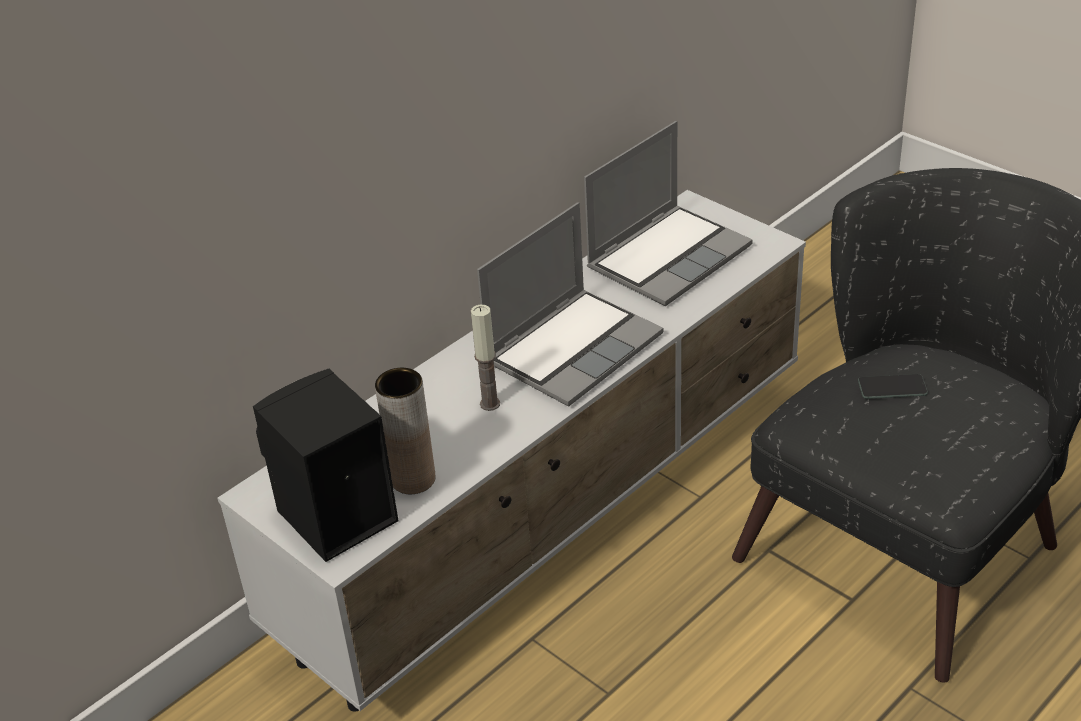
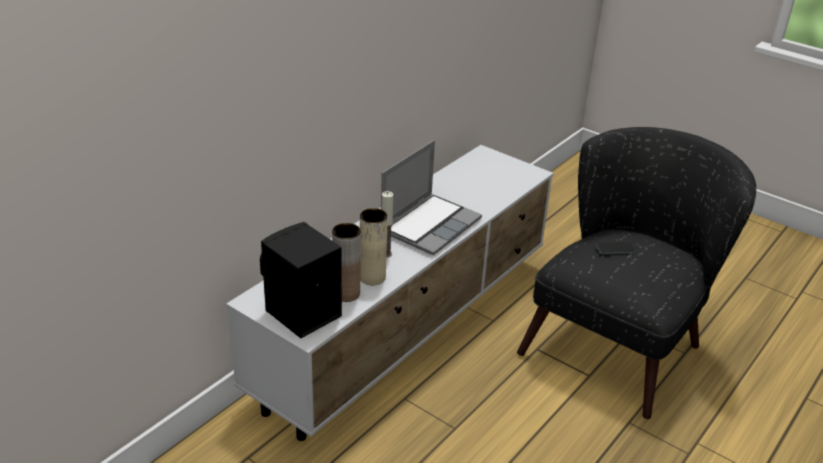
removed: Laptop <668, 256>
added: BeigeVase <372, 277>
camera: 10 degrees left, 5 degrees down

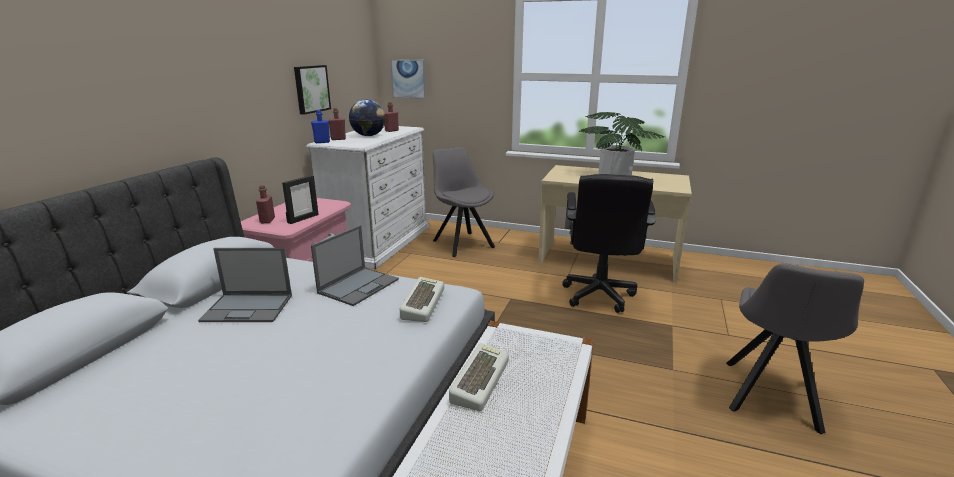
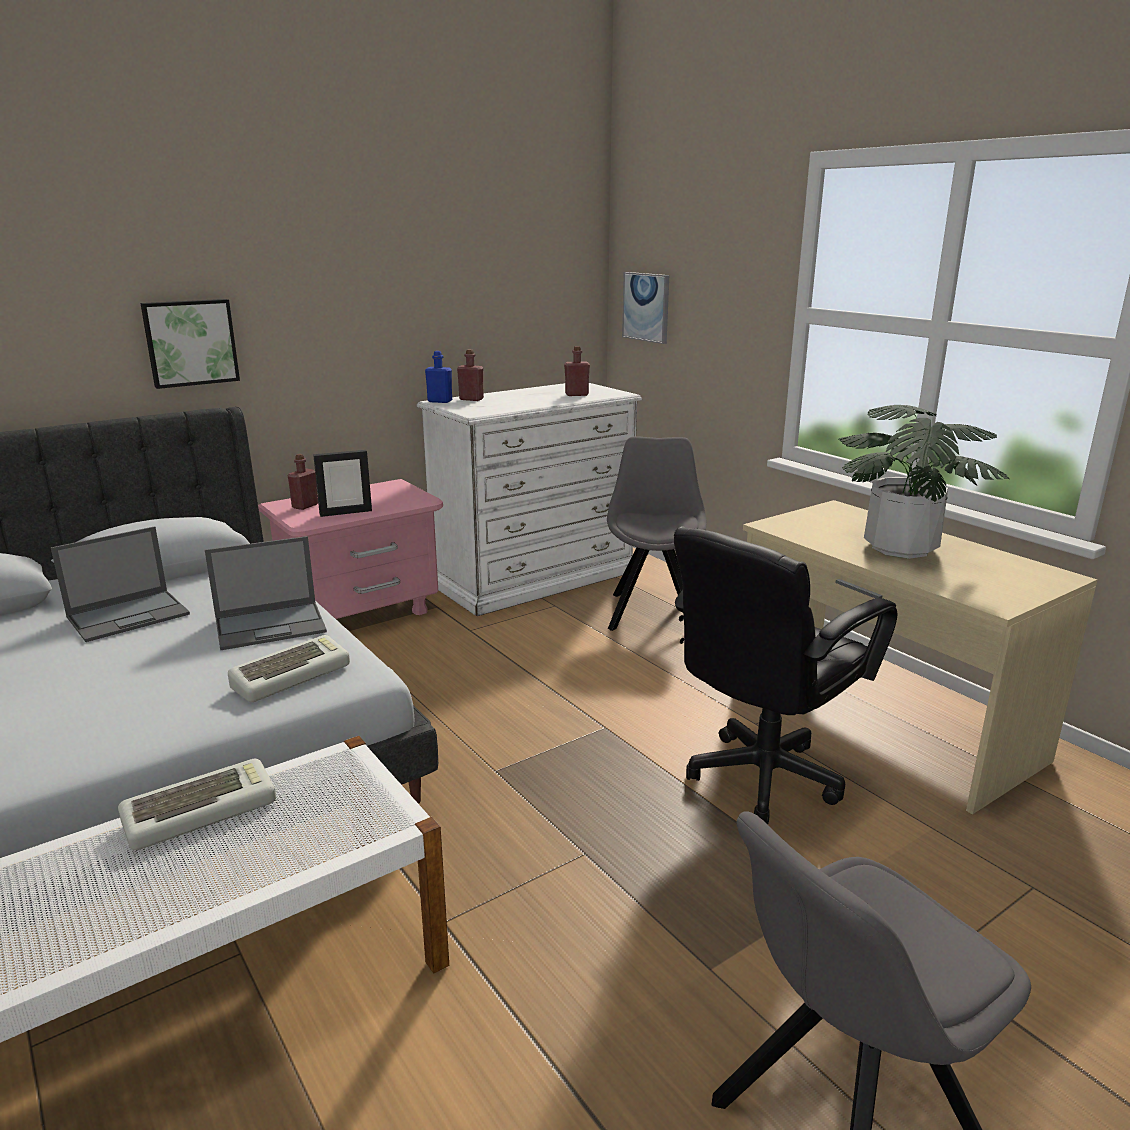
removed: Globe <368, 136>
moved: Picture <311, 89> to <190, 342>
turned: Laptop <249, 308> = <129, 615> 75 degrees counterclockwise
camera: 35 degrees right, 0 degrees up

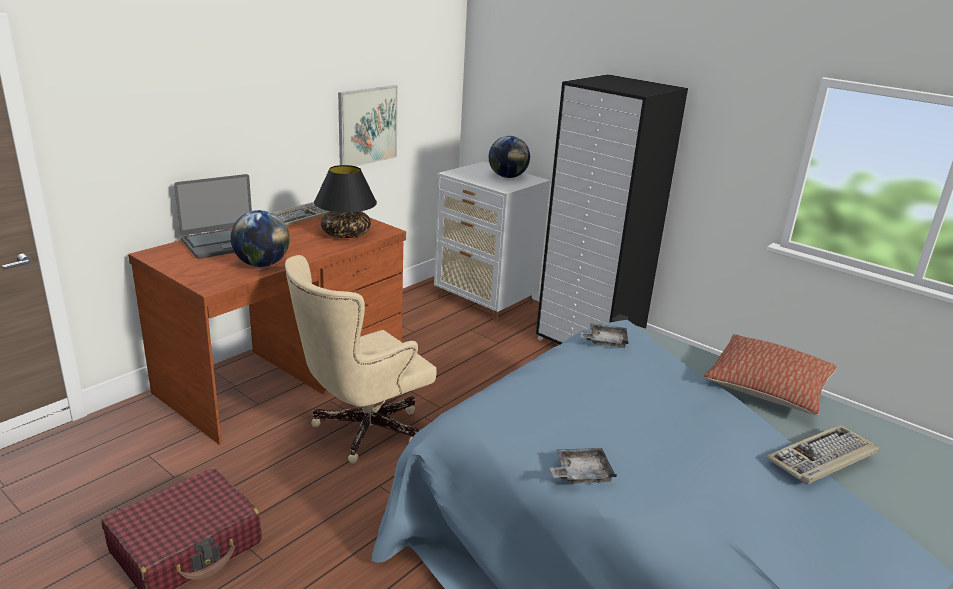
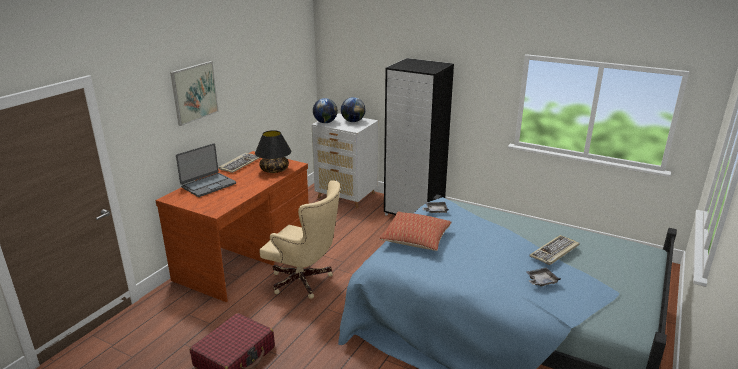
moved: Globe <261, 264> to <325, 122>; Picture <367, 126> to <194, 92>; GreyTray <581, 473> to <541, 281>; Pillow <767, 388> to <415, 239>
turned: BeigeOfficeChair <362, 432> = <304, 282> 105 degrees counterclockwise
camera: 10 degrees left, 0 degrees up

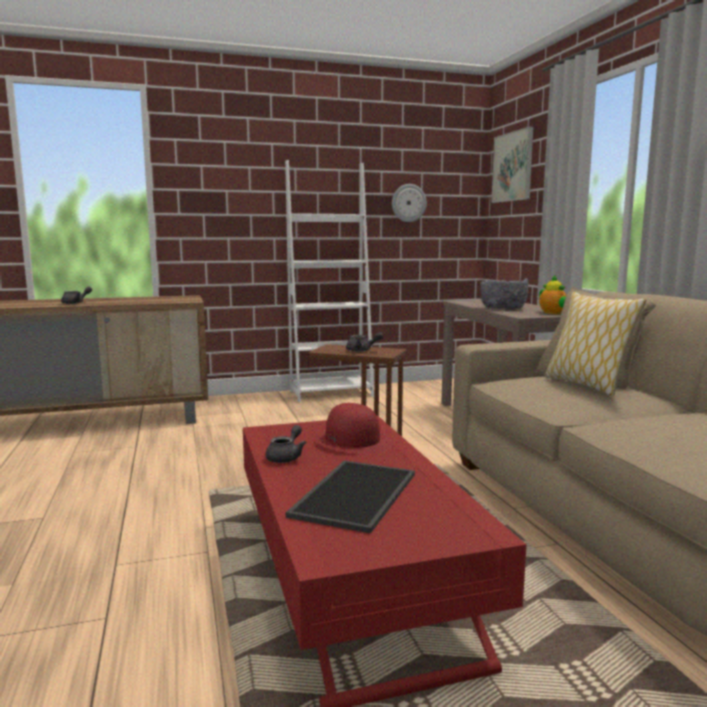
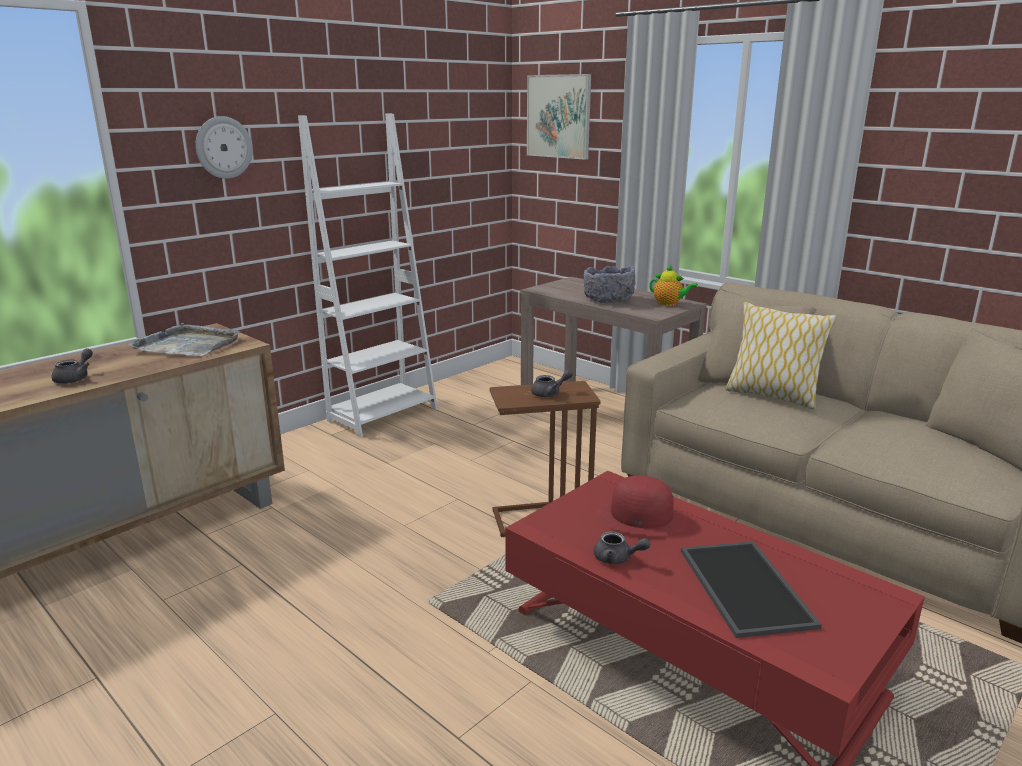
added: GreyTray <188, 345>
moved: WallClock <408, 203> to <223, 147>
turned: GreyTeapot <286, 457> = <617, 559> 120 degrees clockwise
camera: 30 degrees left, 10 degrees up

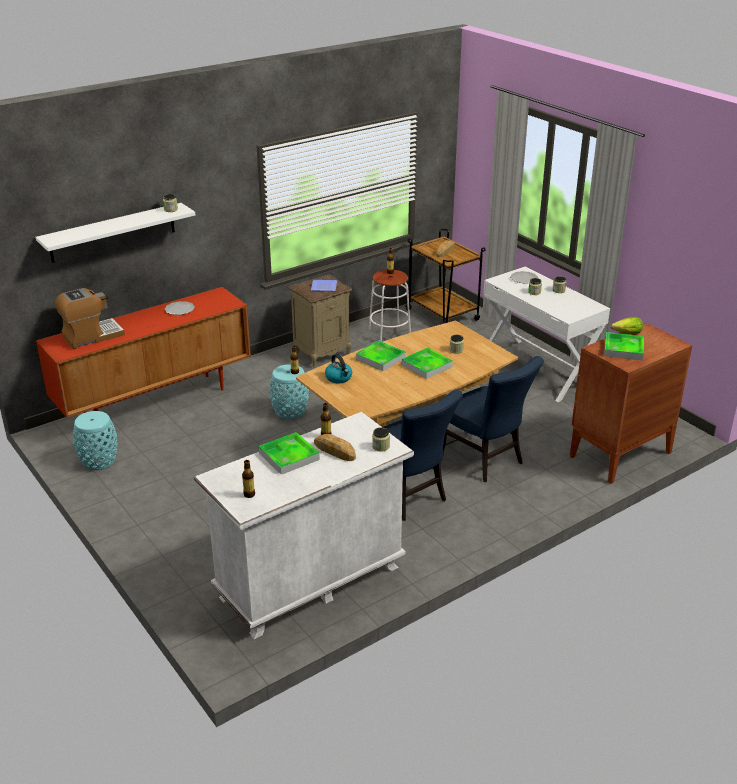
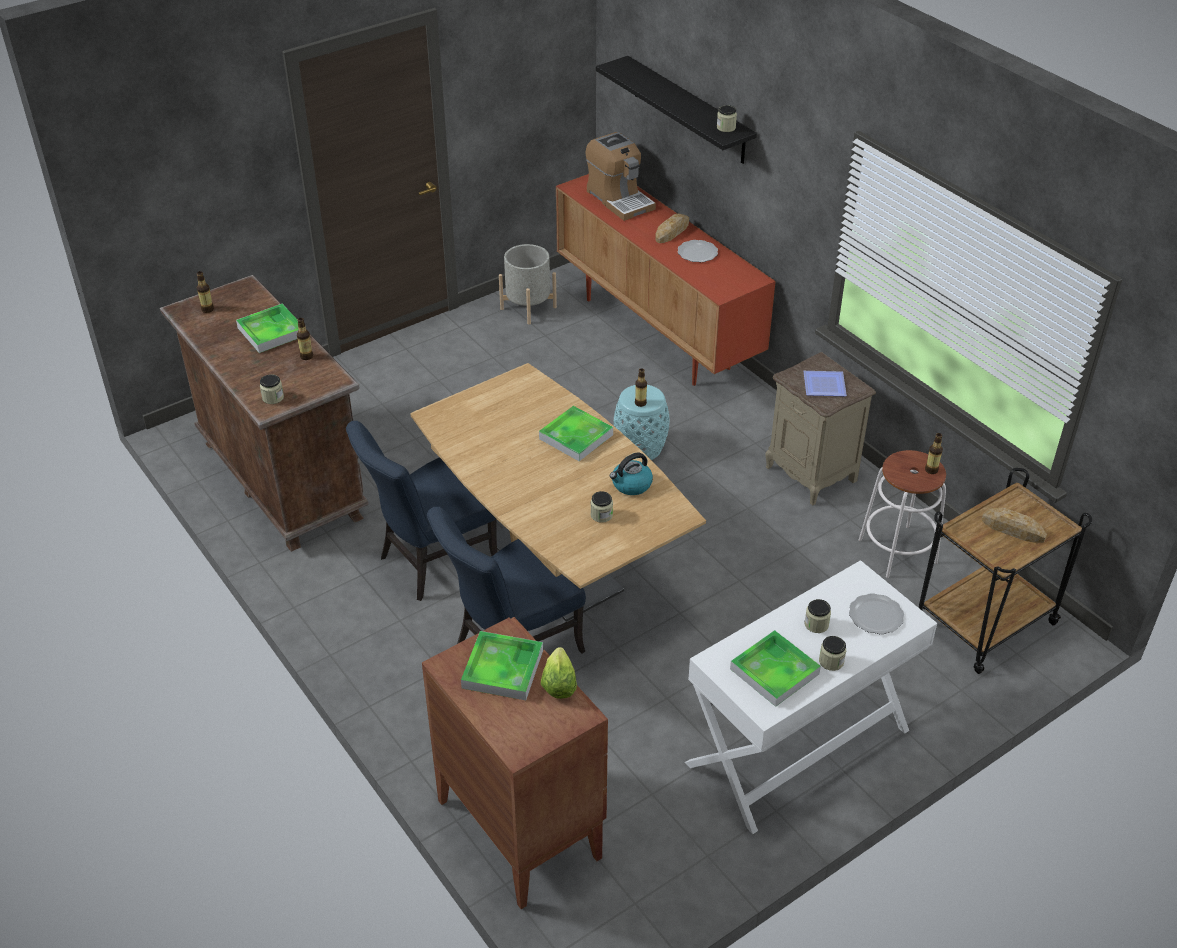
moved: Bread <335, 450> to <672, 231>; Kettle <339, 378> to <631, 485>; Tray <427, 365> to <774, 671>
replaced: TurquoiseStool <99, 461> to GreyPlanter <528, 308>
recoloured: WhiteShelf <113, 232> to BlackShelf <688, 110>; WhiteDresser <310, 582> to BrownDresser <282, 479>
camera: 90 degrees right, 10 degrees up

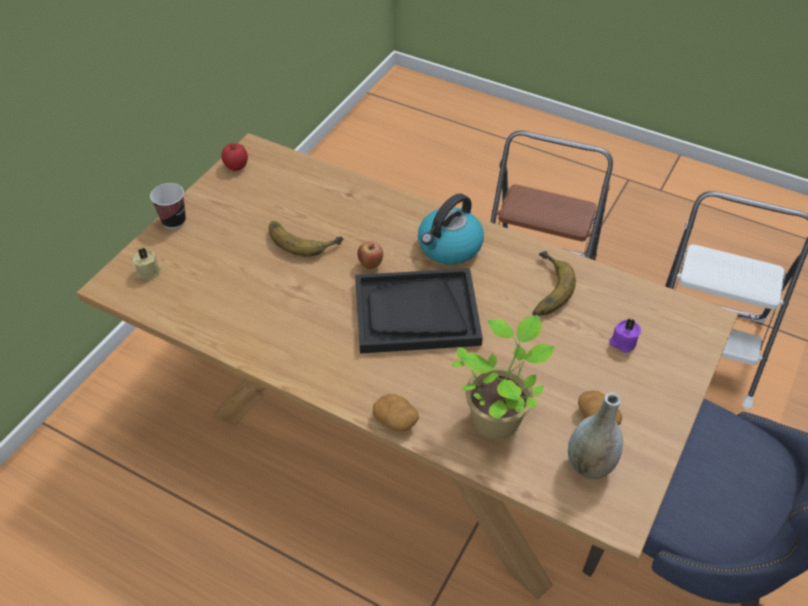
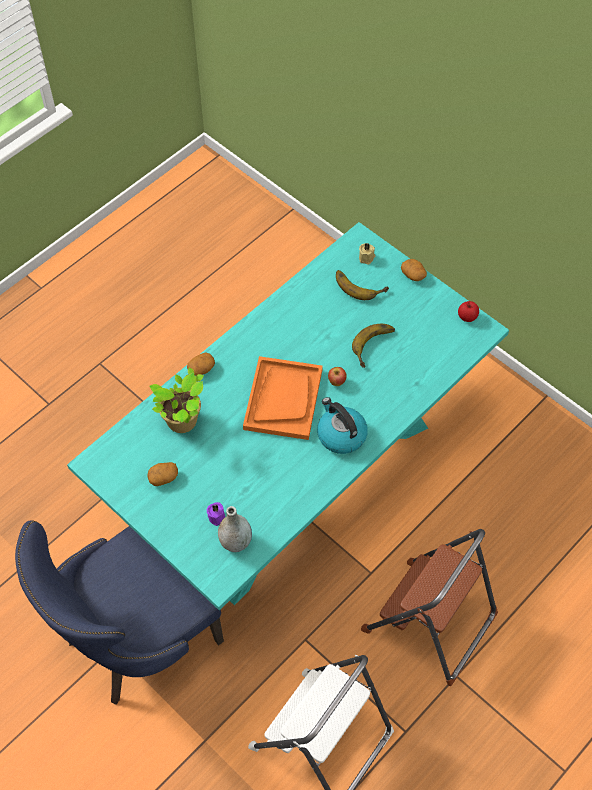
moved: Banana <542, 288> to <359, 284>; GreyVase <589, 465> to <235, 542>
replaced: Cup <174, 221> to Potato <413, 275>
recoloured: BrownDiningTable <402, 440> to TurquoiseDiningTable <295, 474>; BlackTray <416, 313> to OrangeTray <283, 399>
camera: 105 degrees right, 10 degrees up

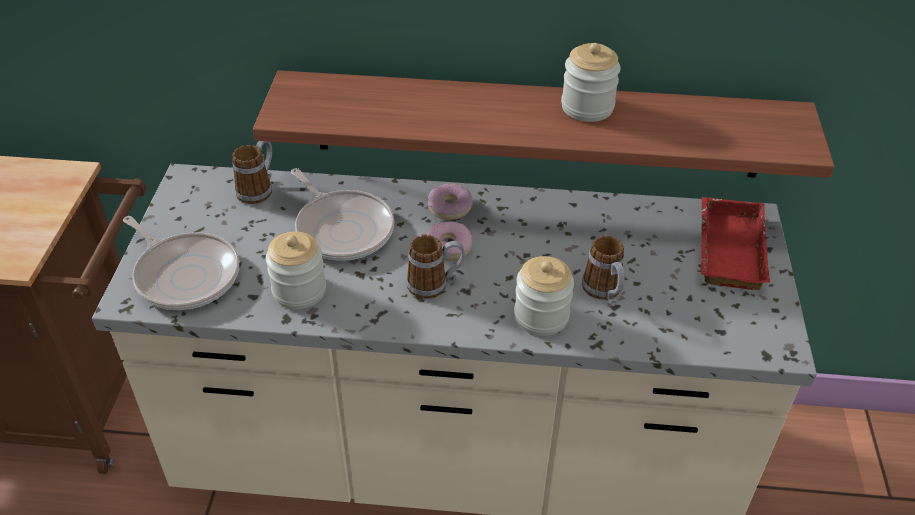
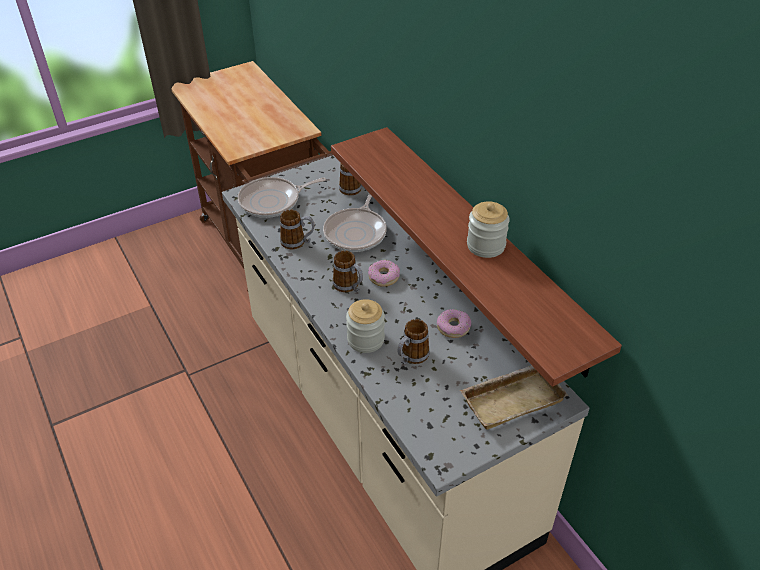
moved: Donut <449, 207> to <453, 327>
replaced: Jar <299, 291> to Mug <298, 242>
recoloured: RedTray <726, 248> to BeigeTray <512, 398>
turned: FryingPan <185, 274> = <273, 201> 60 degrees clockwise
camera: 55 degrees right, 0 degrees up

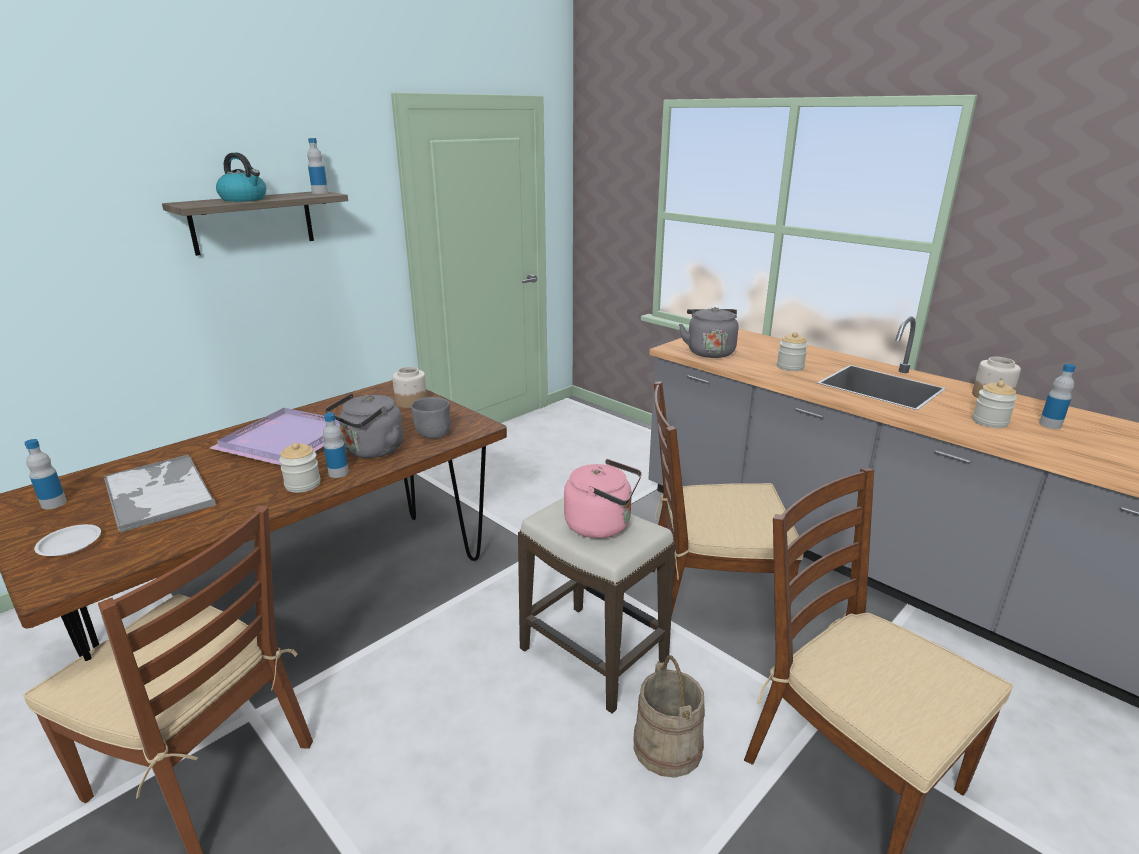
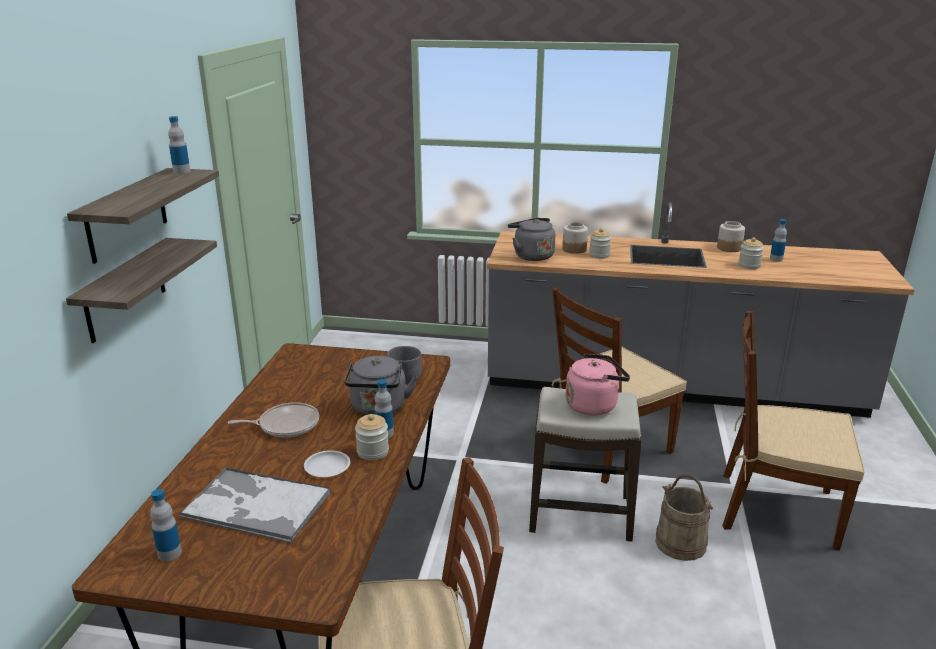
removed: Kettle <244, 199>
added: Shelf <125, 290>
moved: WhitePlate <70, 544> to <327, 467>; Jar <411, 402> to <574, 249>
replaced: PurpleTray <287, 439> to FryingPan <286, 425>
camera: 35 degrees left, 0 degrees up

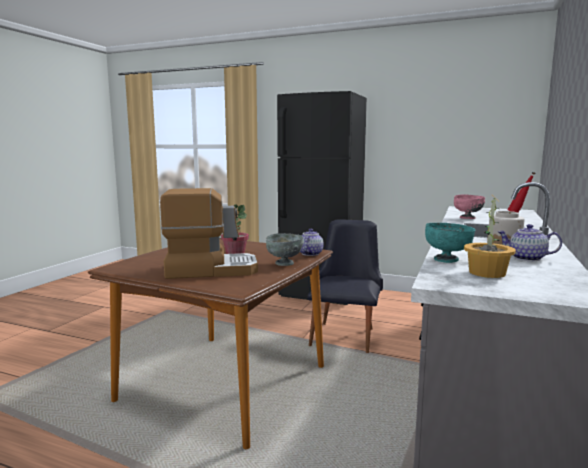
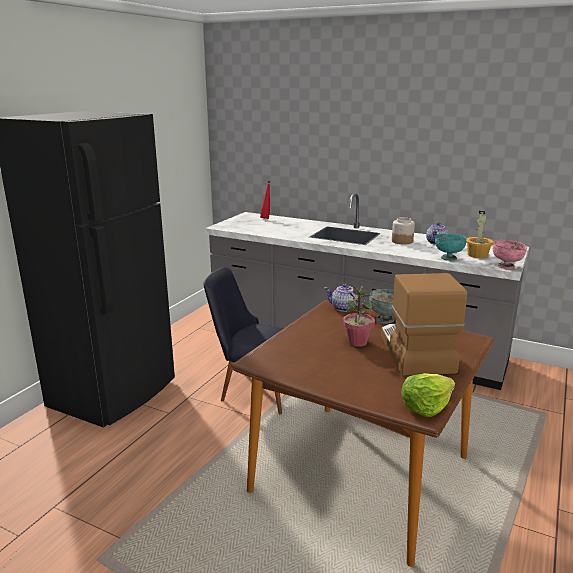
added: Lettuce <425, 406>
moved: PinkBowl <467, 218> to <506, 266>
camera: 85 degrees left, 10 degrees up

